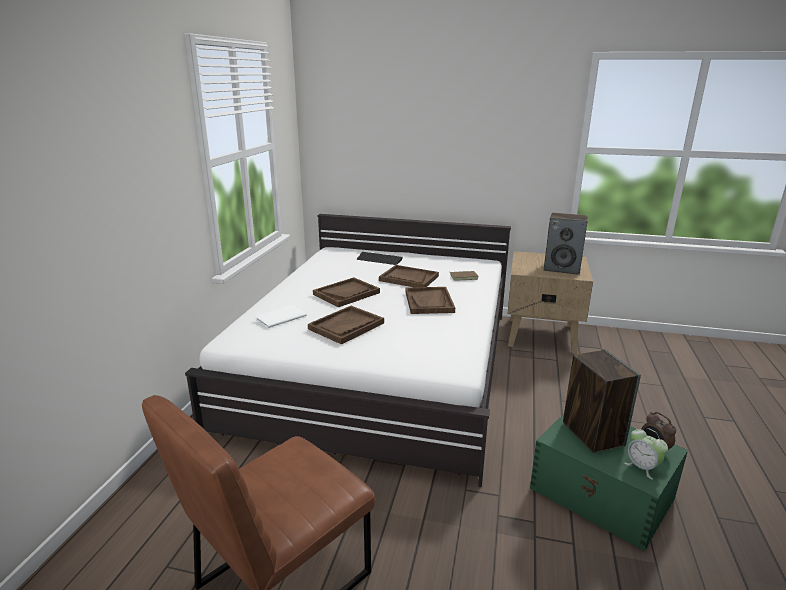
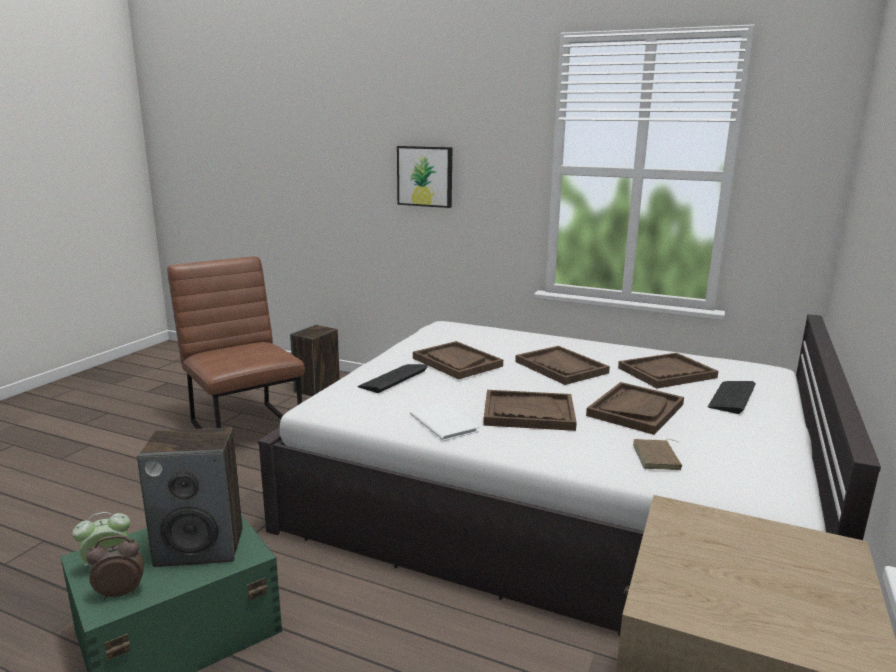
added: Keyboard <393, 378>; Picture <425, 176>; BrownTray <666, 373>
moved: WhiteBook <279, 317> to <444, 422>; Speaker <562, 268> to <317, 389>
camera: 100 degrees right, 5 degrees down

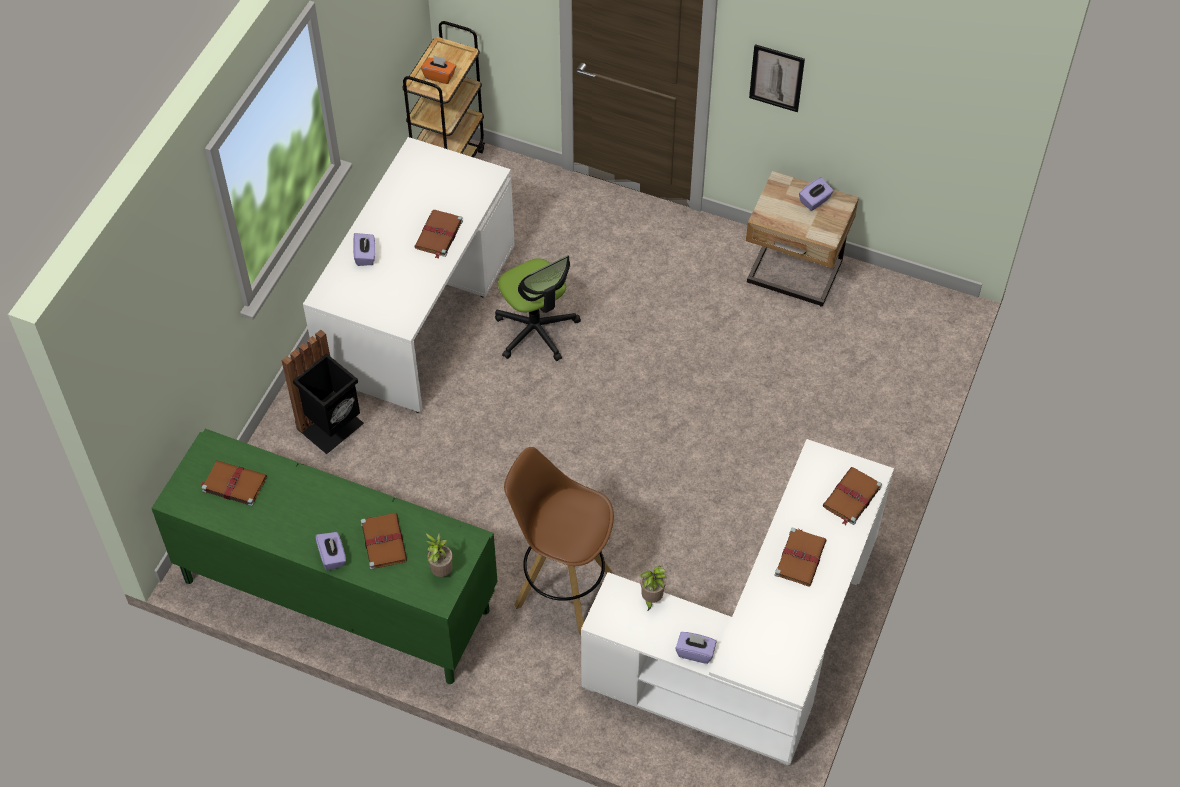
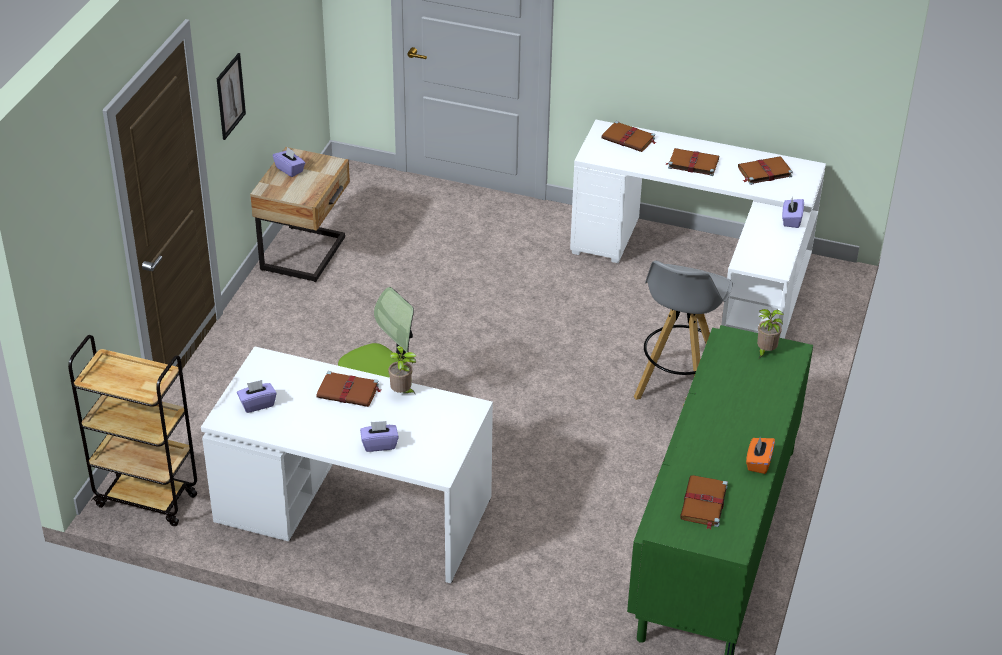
removed: BlackTrashCan <332, 427>
moved: PurpleTissueBox <332, 556> to <257, 404>; BrownBook <383, 541> to <764, 172>; OrangeTissueBox <439, 76> to <758, 462>; PottedPlant <651, 599> to <402, 393>
recoloured: BrownStool <562, 588> to GreyStool <676, 386>
camera: 95 degrees left, 15 degrees down

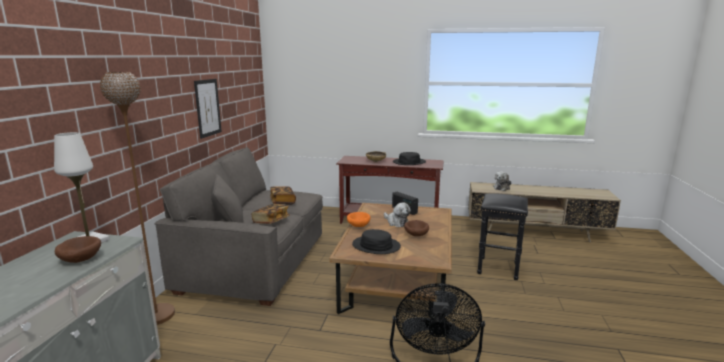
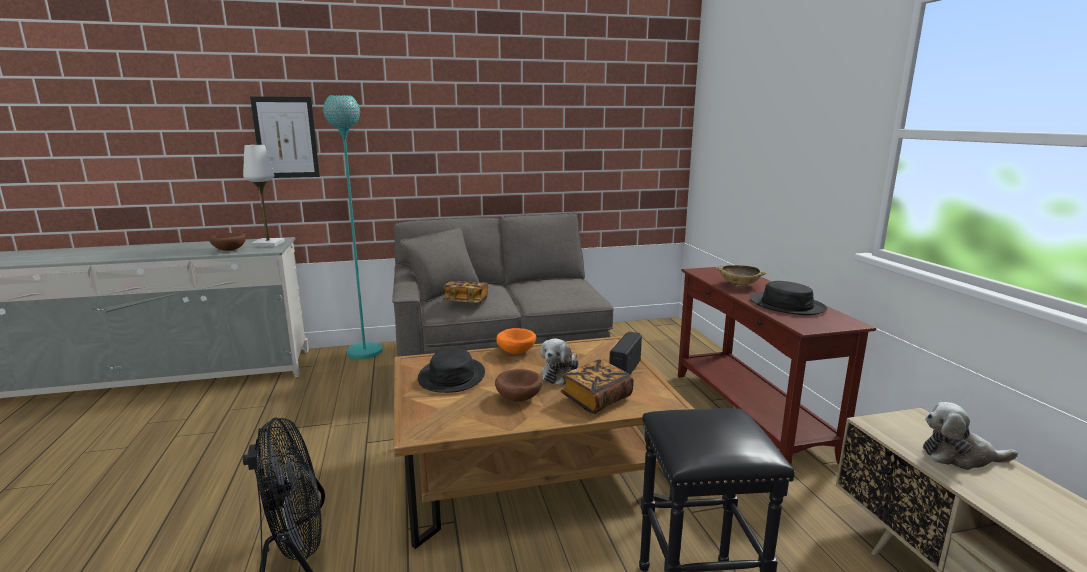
moved: Picture <208, 108> to <286, 137>; Book <282, 201> to <596, 399>
recoloured: BrownFloorLamp <156, 315> to TurquoiseFloorLamp <365, 352>
camera: 65 degrees right, 0 degrees up

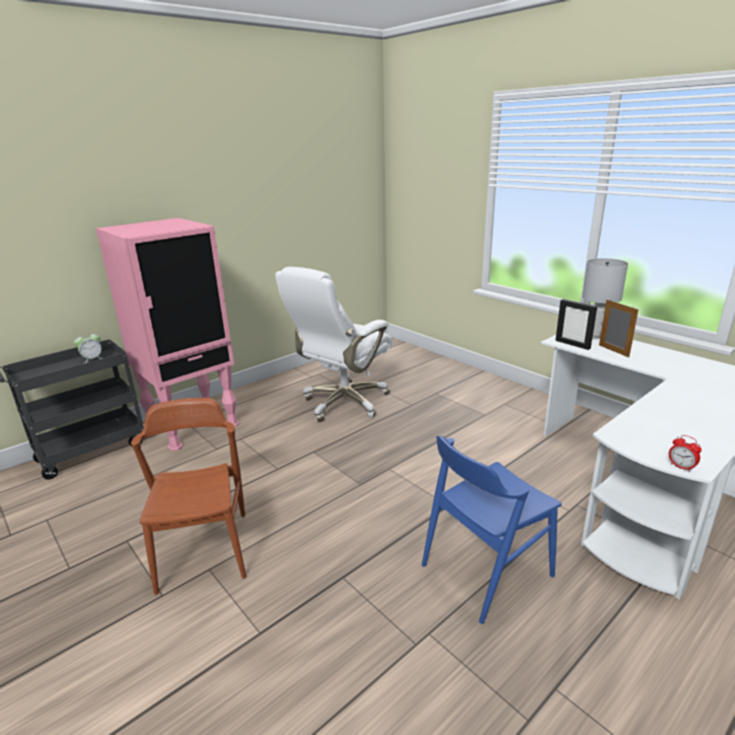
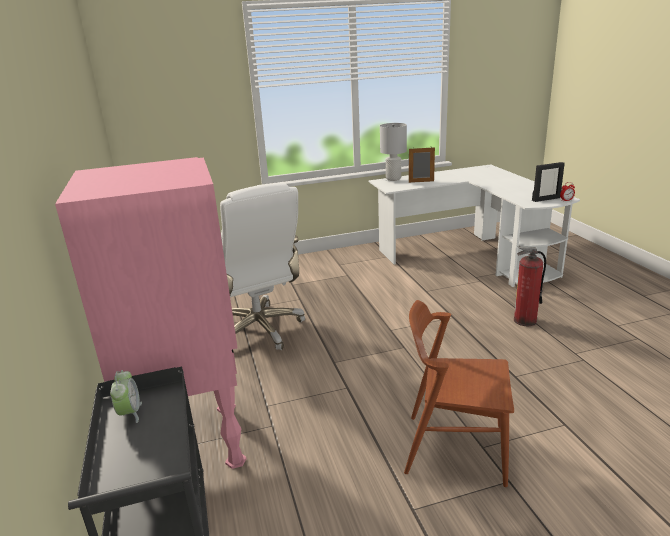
moved: PictureFrame <573, 344> to <546, 199>
replaced: BlueChair <486, 570> to FireExtinguisher <525, 321>
camera: 65 degrees left, 0 degrees up

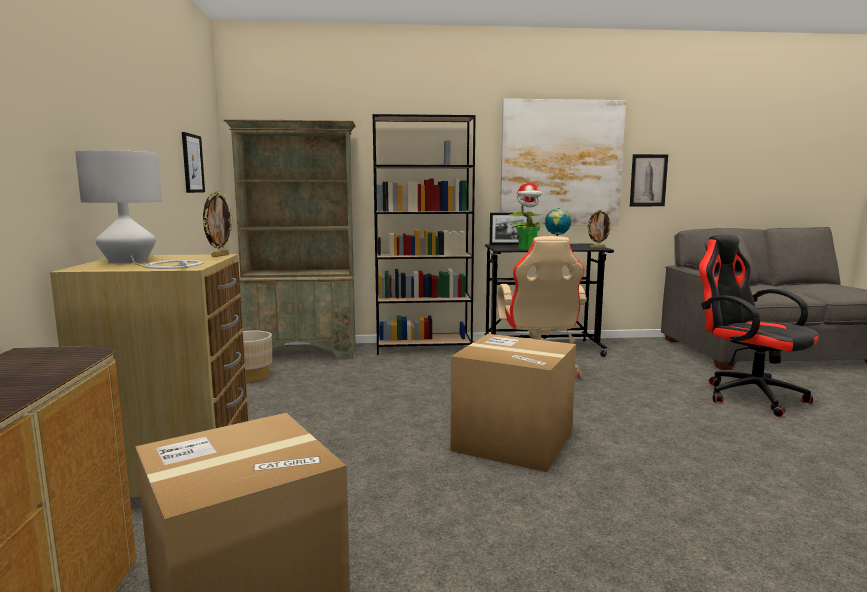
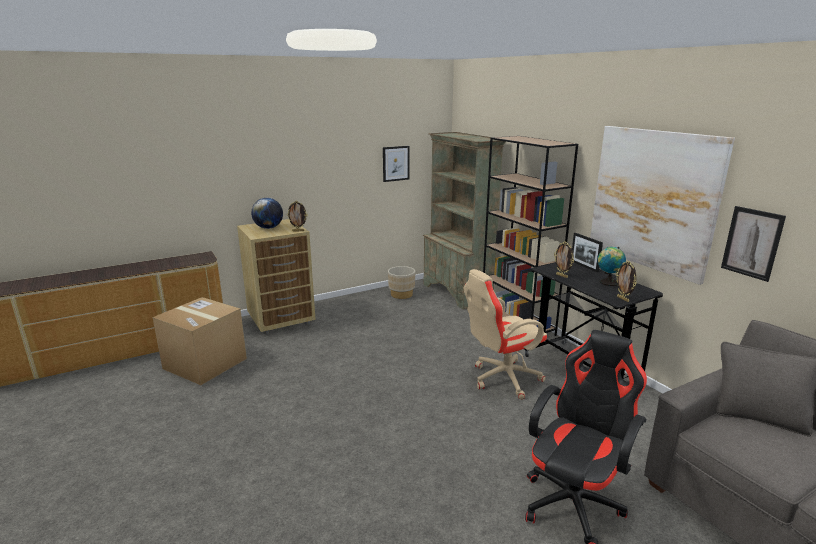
removed: CardboardBox <513, 441>
replaced: WhiteTableLamp <145, 262> to Globe <268, 228>; PottedPlant <528, 248> to PictureFrame <562, 276>
camera: 65 degrees right, 10 degrees up

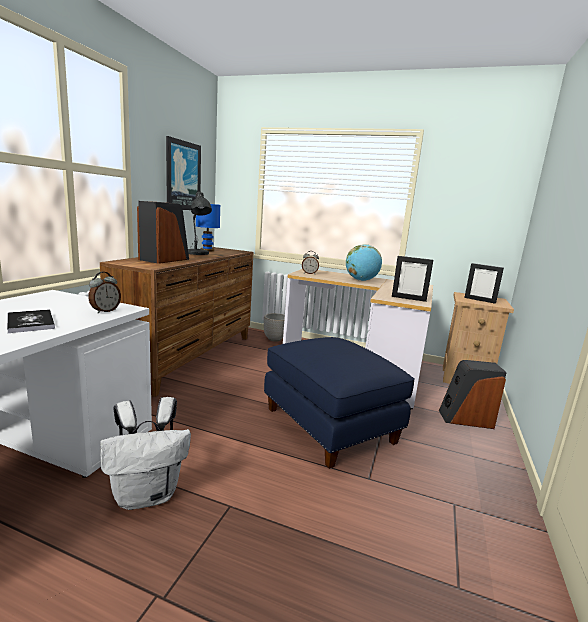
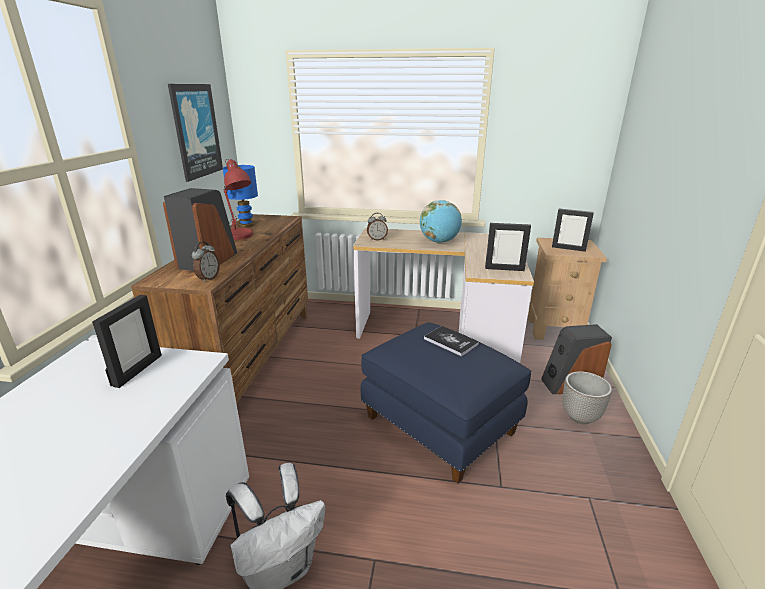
added: PictureFrame <137, 370>
moved: Book <30, 322> to <450, 341>; AlarmClock <105, 311> to <208, 278>; Planter <275, 339> to <580, 417>
recoloured: GreyTableLamp <197, 254> to RedTableLamp <239, 236>
camera: 10 degrees left, 10 degrees up

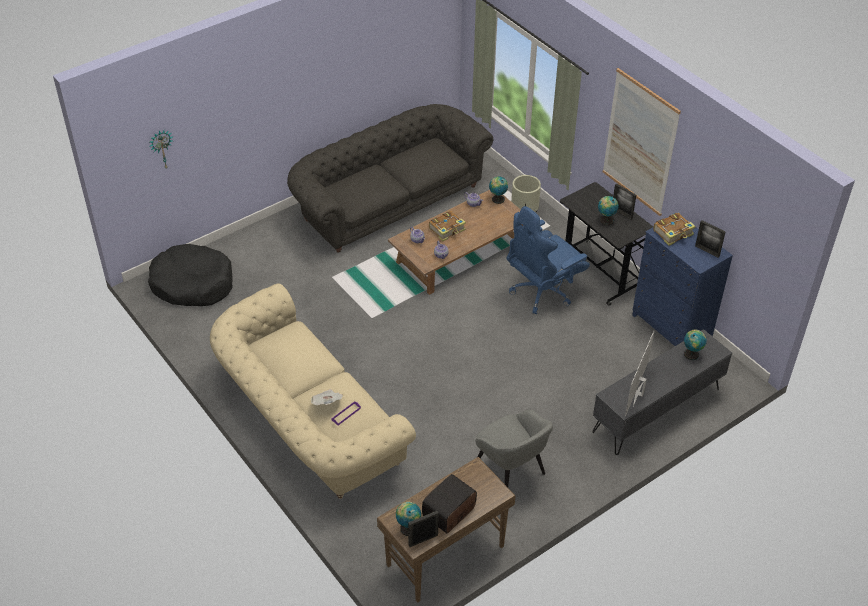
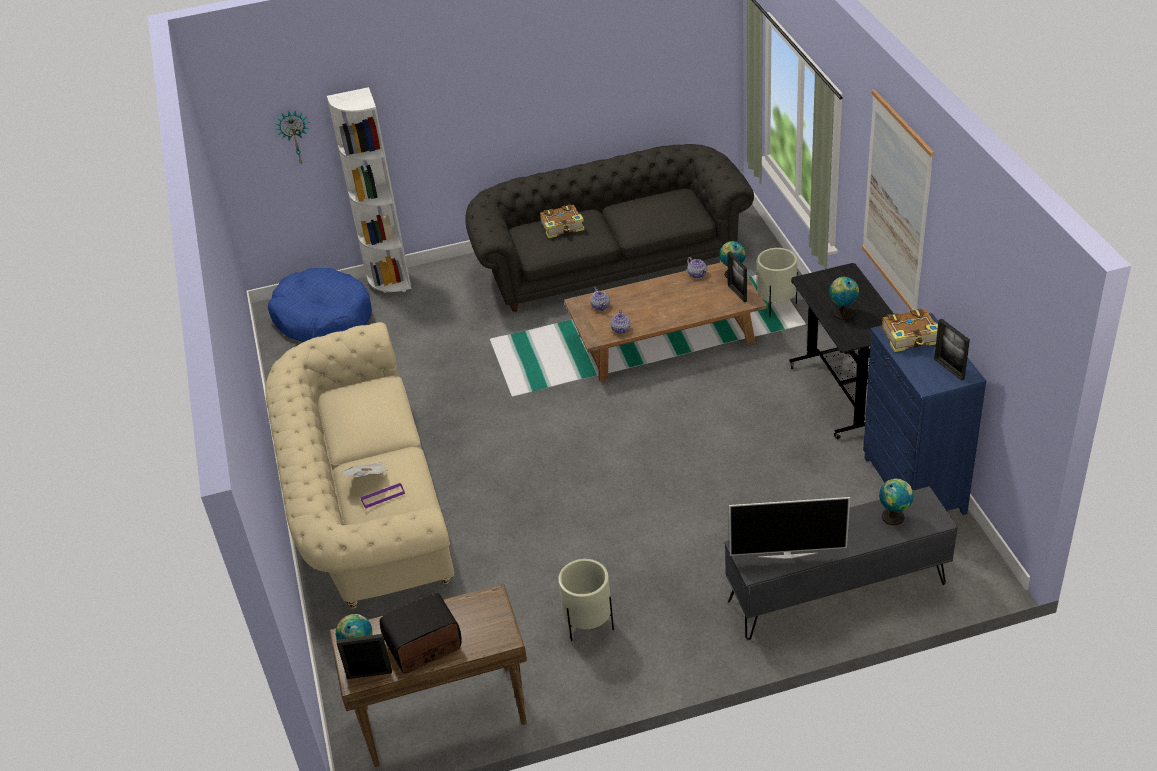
removed: BlueOfficeChair <544, 290>
added: WhiteBookcase <390, 285>
moved: Book <447, 229> to <563, 227>; PictureFrame <622, 213> to <737, 293>
replaced: GreyArmchair <510, 471> to BeigePlanter <588, 626>
recoloured: BlackDogBed <192, 284> to BlueDogBed <324, 319>
turned: Television <639, 394> = <787, 554> 135 degrees counterclockwise
camera: 25 degrees right, 5 degrees down

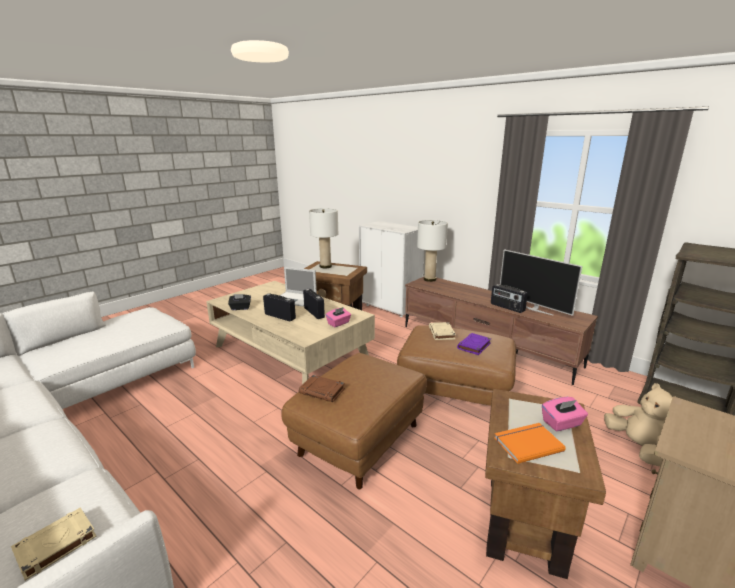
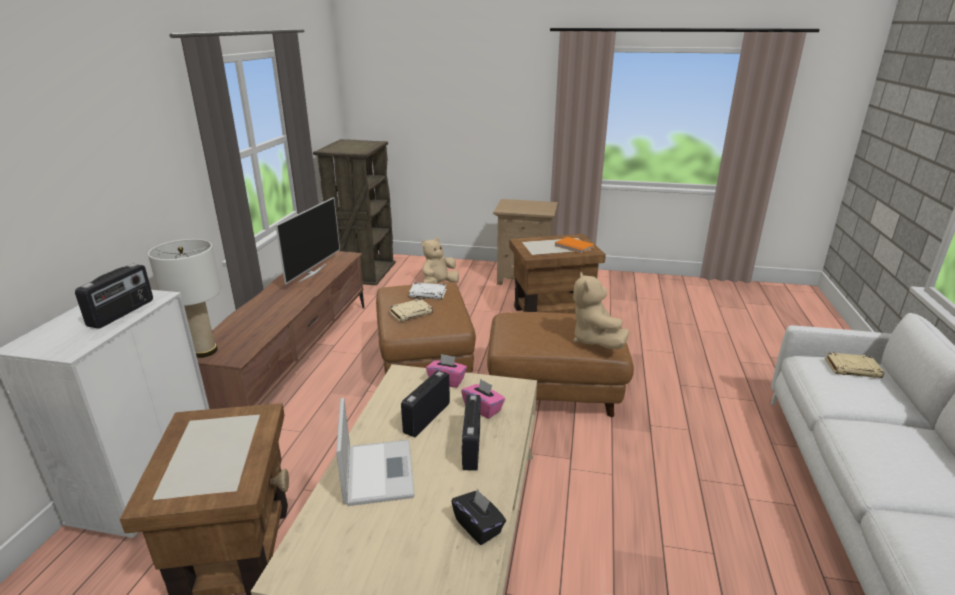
removed: WhiteTableLamp <325, 266>
moved: Radio <507, 307> to <122, 313>; PinkTissueBox <562, 423> to <483, 408>
replaced: BrownBook <322, 391> to BeigePlushToy <595, 340>
recoloured: PurpleBook <474, 346> to WhiteBook <428, 294>
camera: 120 degrees left, 5 degrees up

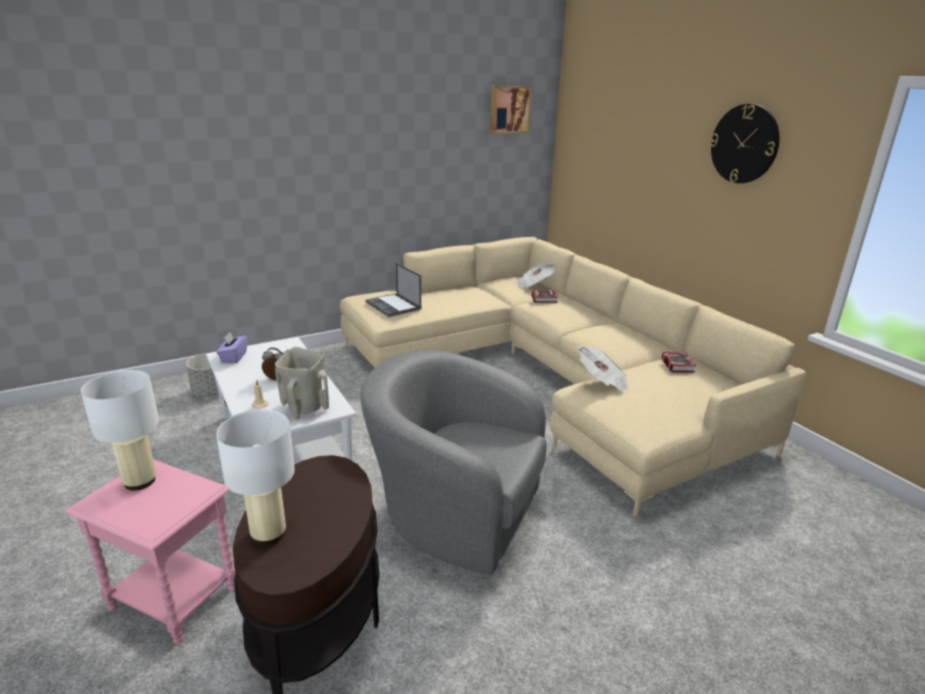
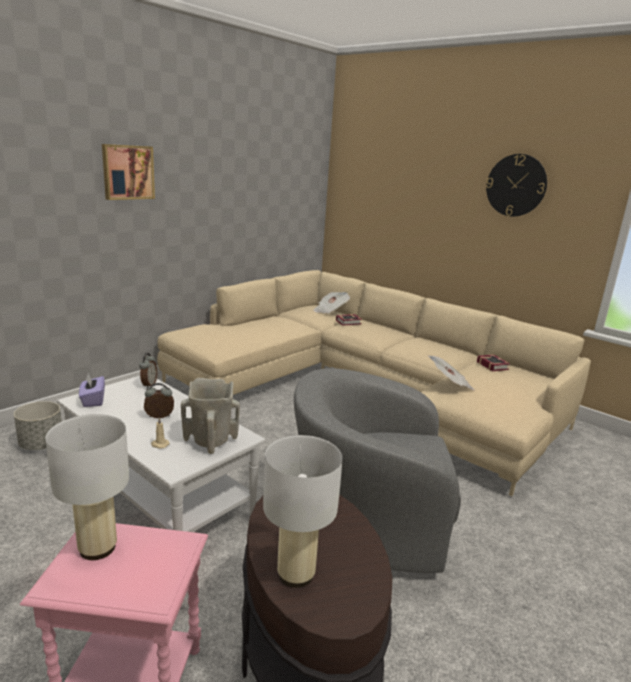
removed: Laptop <393, 305>
added: AlarmClock <148, 385>
moved: Picture <509, 109> to <127, 172>
camera: 20 degrees left, 5 degrees down

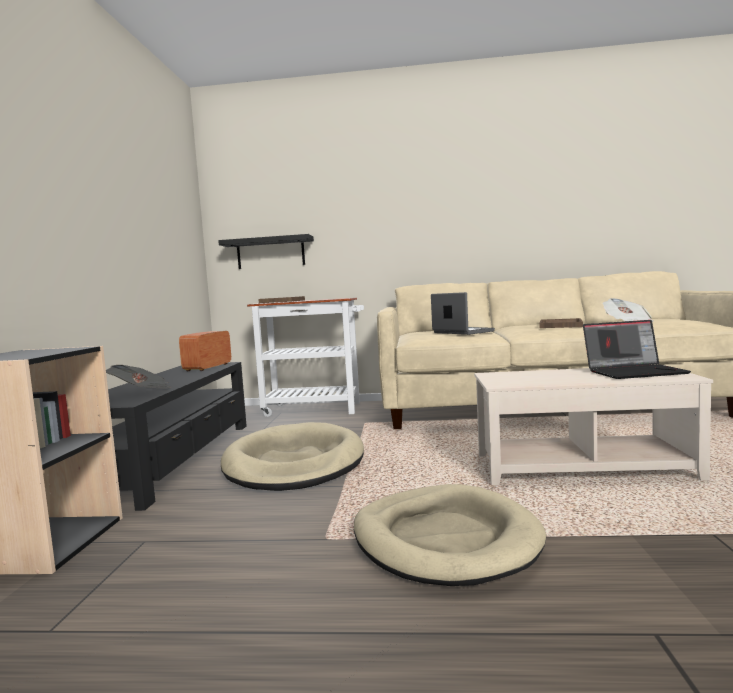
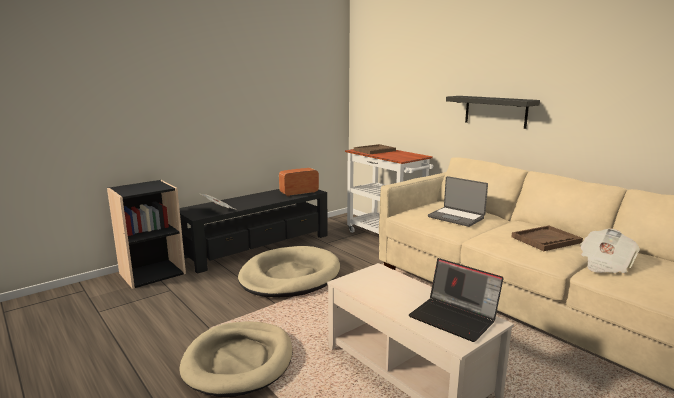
moved: BlackShelf <270, 253> to <495, 111>
turned: Laptop <462, 332> = <456, 217> 120 degrees clockwise
camera: 45 degrees right, 10 degrees up

